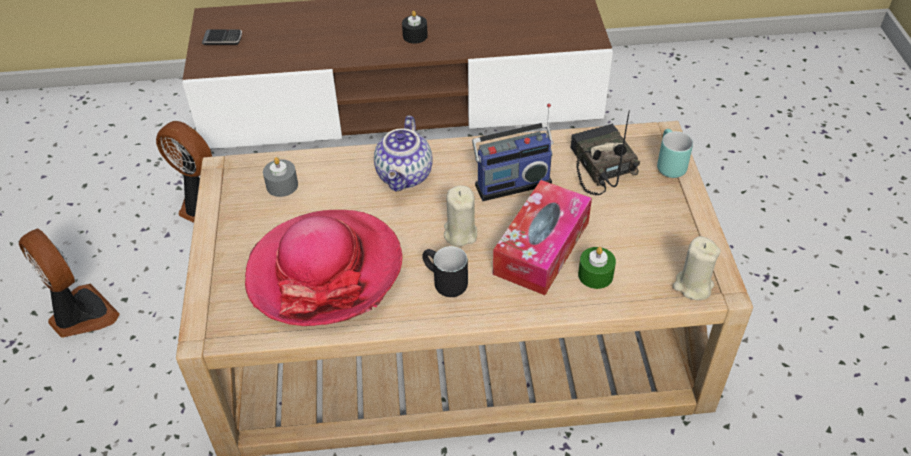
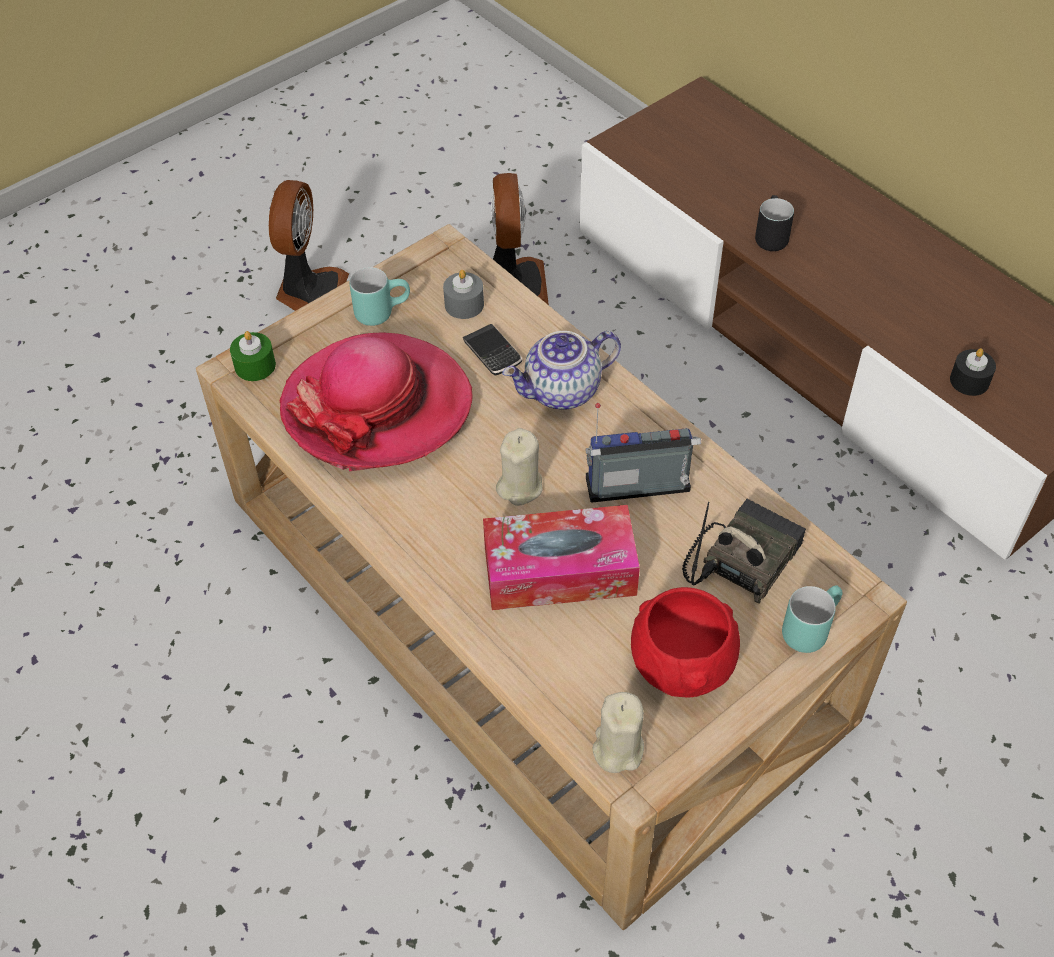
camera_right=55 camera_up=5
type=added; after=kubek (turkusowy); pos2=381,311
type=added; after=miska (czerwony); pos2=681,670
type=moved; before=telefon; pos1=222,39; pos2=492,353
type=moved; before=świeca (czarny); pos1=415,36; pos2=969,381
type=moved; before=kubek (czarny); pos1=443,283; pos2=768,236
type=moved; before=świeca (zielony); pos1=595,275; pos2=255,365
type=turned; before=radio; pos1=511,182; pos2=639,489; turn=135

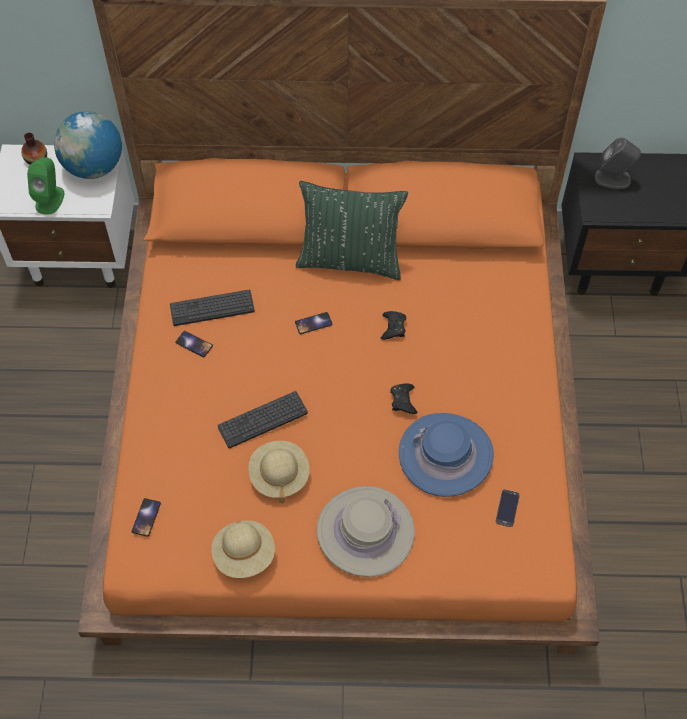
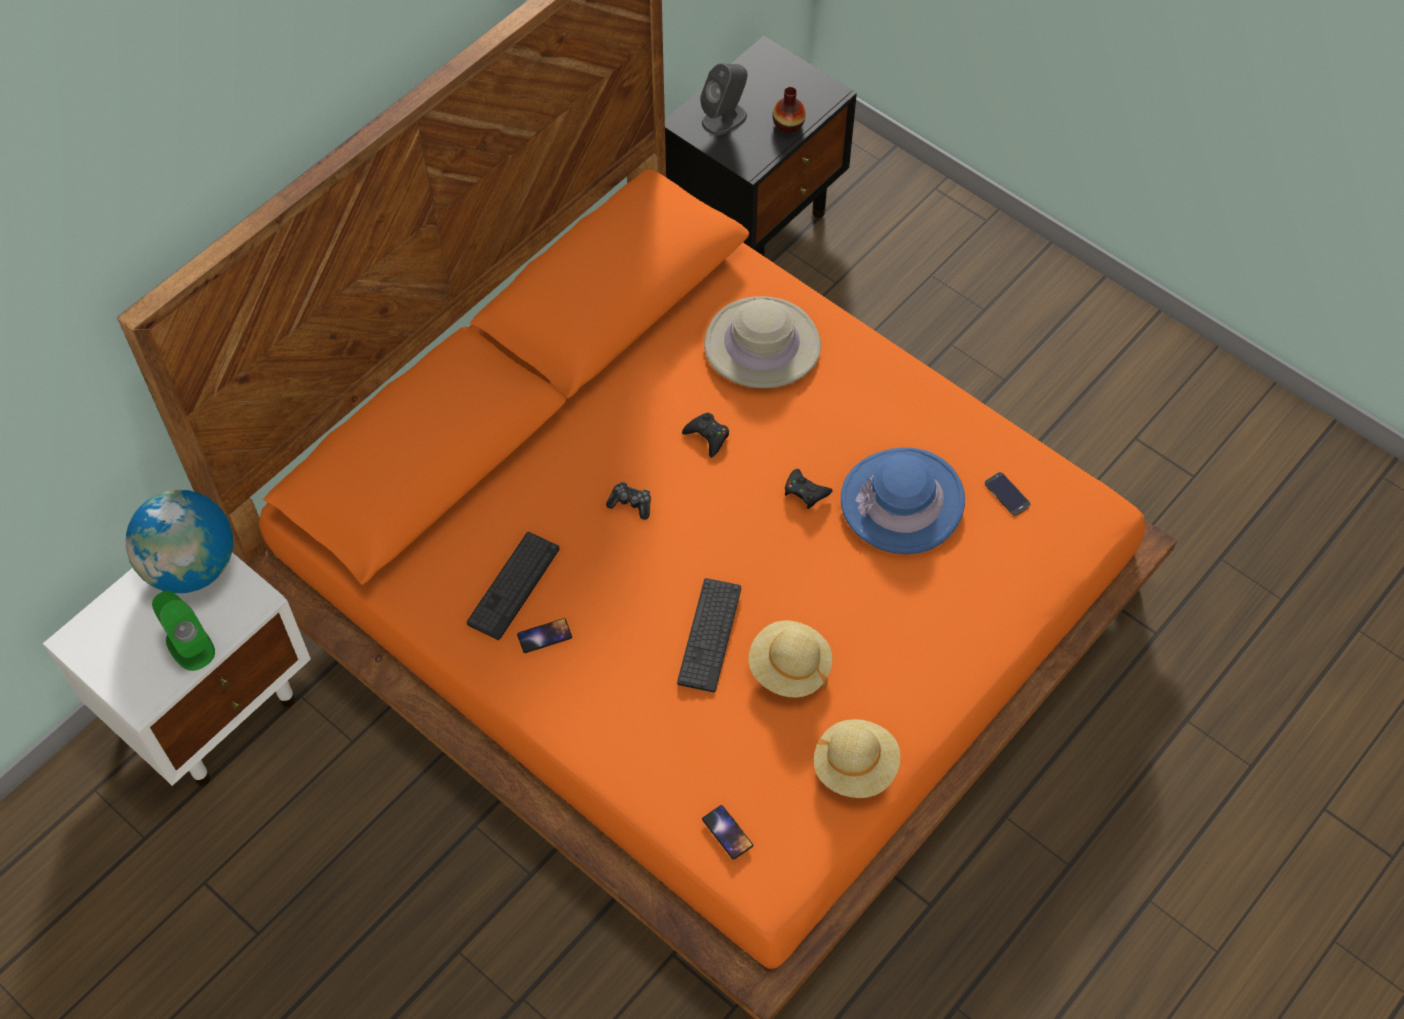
camera_right=-50 camera_up=0
type=removed; before=poduszka (zielony); pos1=350,260
type=moved; before=wazon; pos1=36,159; pos2=788,124
type=moved; before=kapelusz (beżowy); pos1=365,532; pos2=762,345
type=replaced; before=telefon; after=pad do gier; pos1=313,323; pos2=631,503

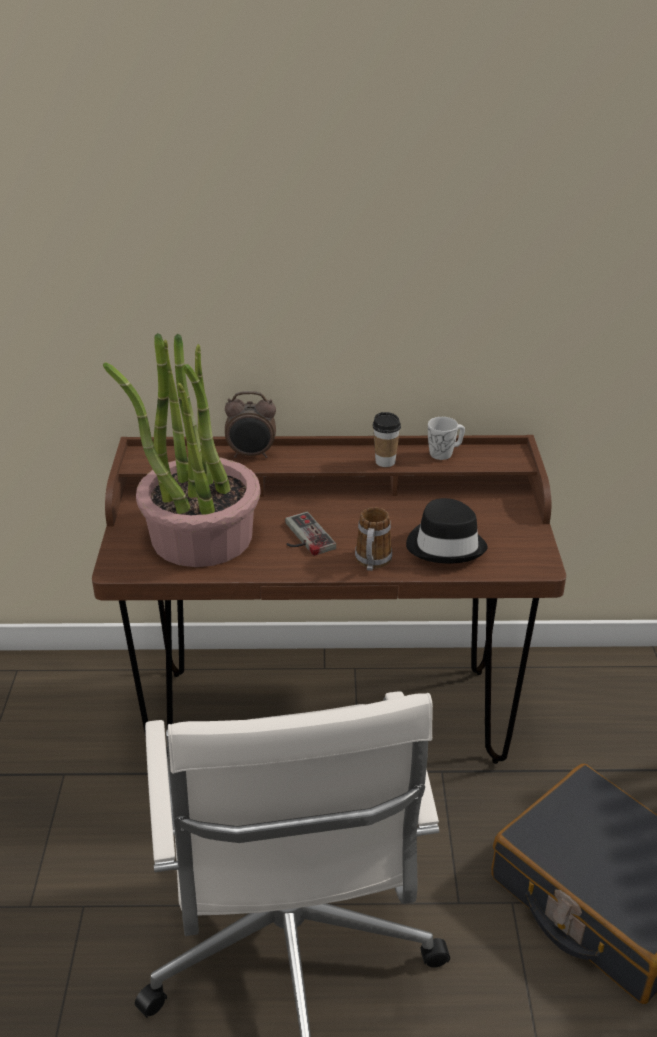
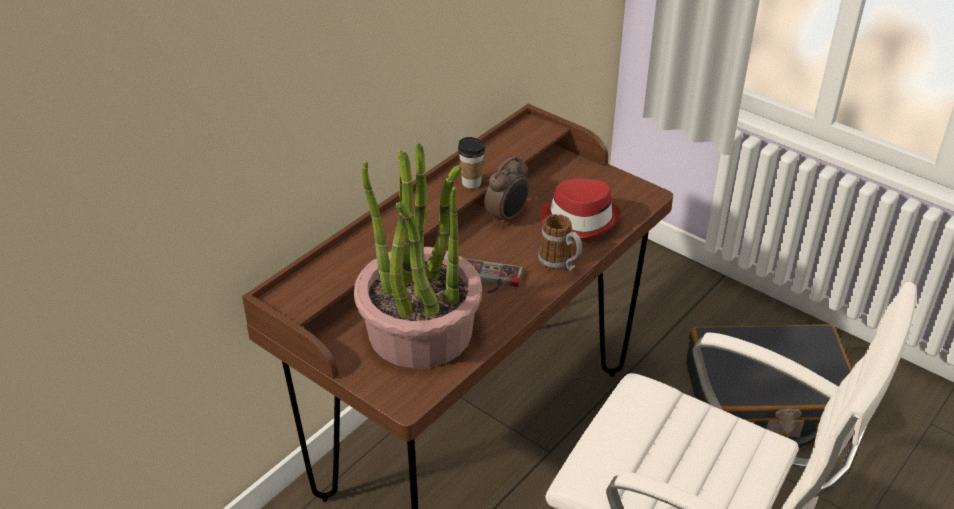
camera_right=-50 camera_up=5
type=removed; before=kubek (biały); pos1=445,453
type=moved; before=budzik; pos1=251,455; pos2=507,217
type=recoloured; before=kapelusz (czarny); after=kapelusz (czerwony); pos1=446,545; pos2=579,219

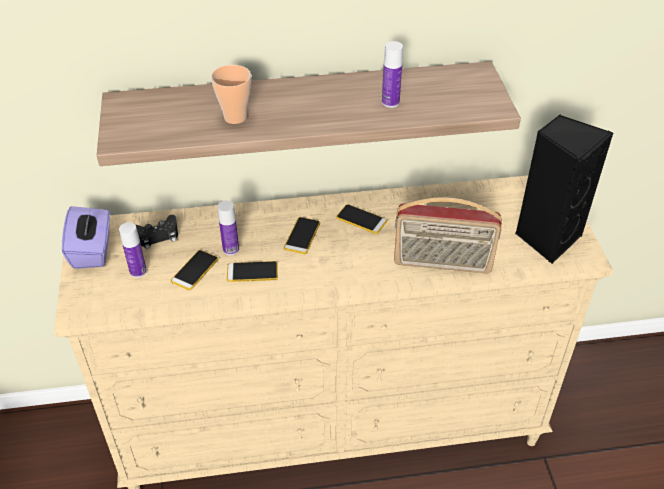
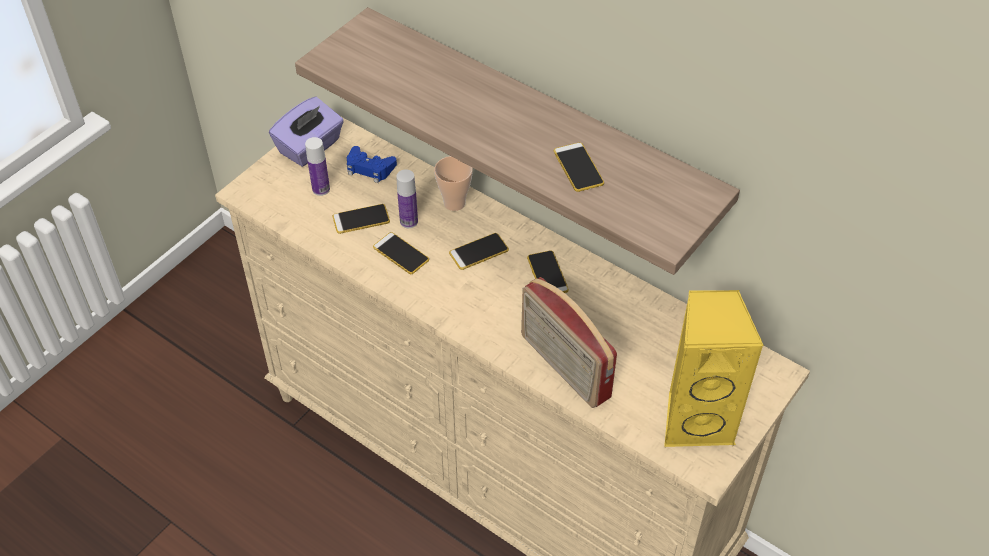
camera_right=45 camera_up=5
type=moved; before=filiżanka; pos1=235,117; pos2=454,203
type=replaced; before=butelka; after=telefon; pos1=390,102; pos2=578,167
type=recoloured; before=pad do gier (czarny); after=pad do gier (niebieski); pos1=157,235; pos2=369,168
type=recoloured; before=głośnik (czarny); after=głośnik (żółty); pos1=546,237; pos2=696,420

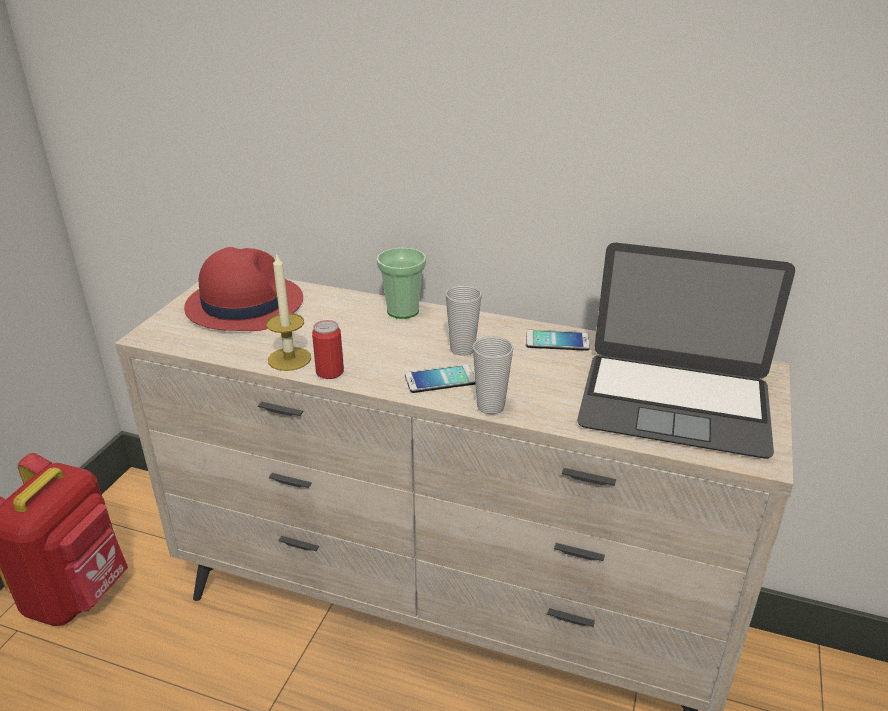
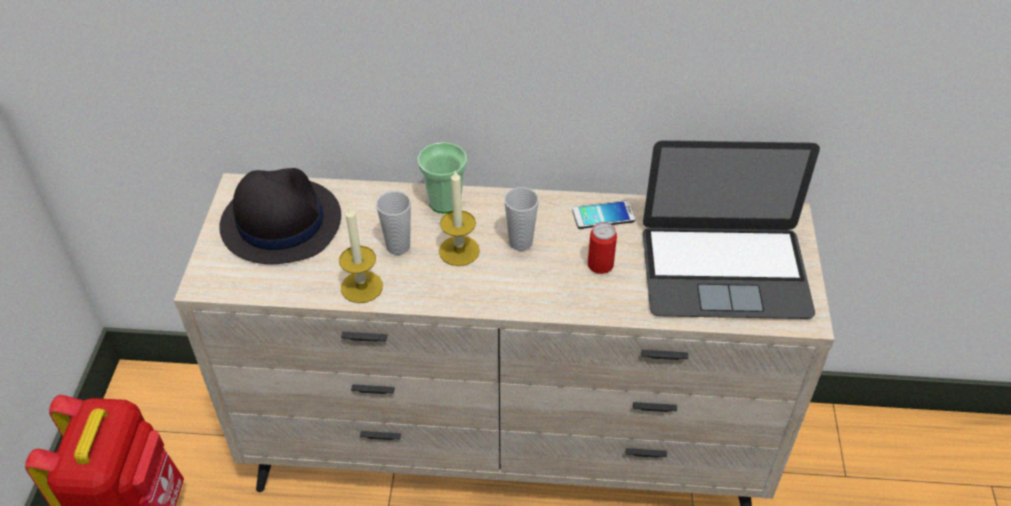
camera_right=-15 camera_up=15
type=removed; before=telefon; pos1=440,380
type=added; after=świeca; pos2=459,251
type=moved; before=puszka; pos1=330,372; pos2=600,265
type=moved; before=filiżanka; pos1=490,406; pos2=398,246
type=recoloured; before=kapelusz (czerwony); after=kapelusz (czarny); pos1=244,304; pos2=280,222

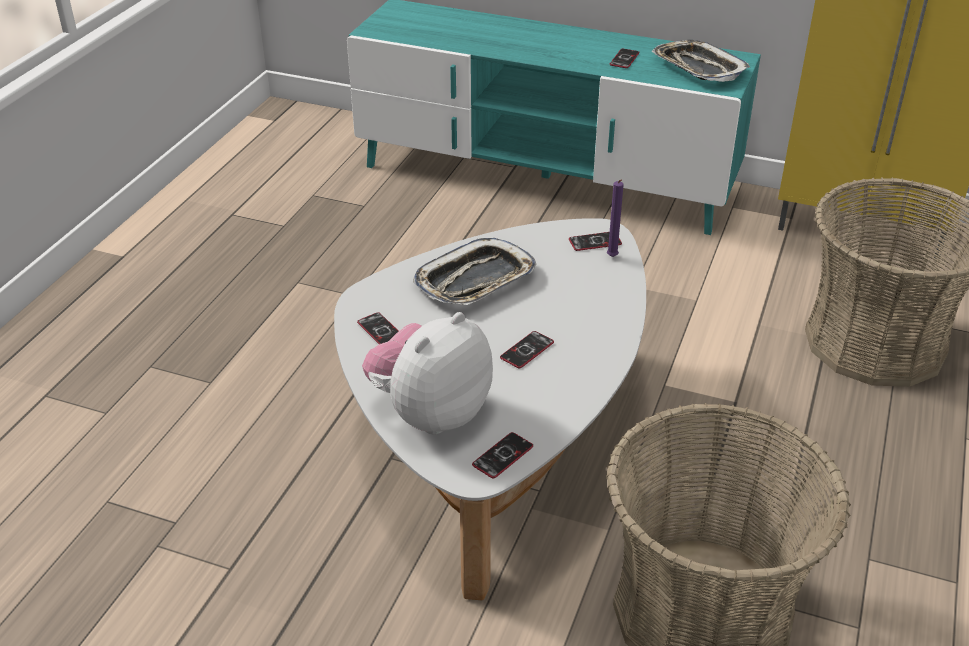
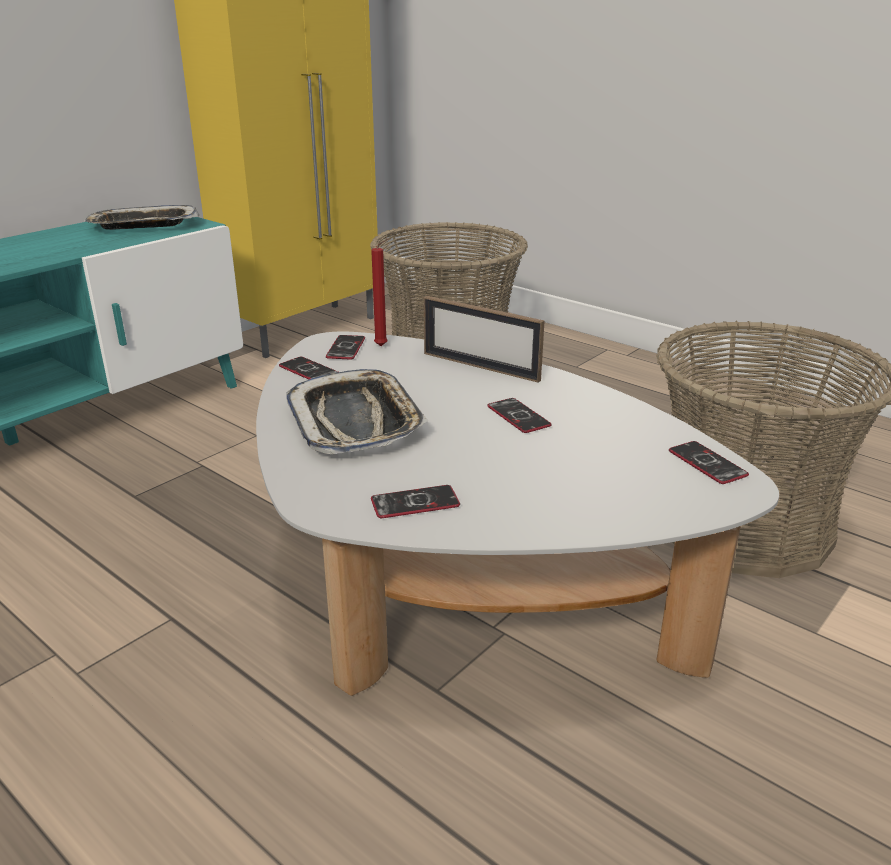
camera_right=-70 camera_up=-10
type=removed; before=pluszak; pos1=430,413
type=added; after=ramka na zdjęcie; pos2=480,366
type=moved; before=telefon; pos1=624,59; pos2=309,371
type=recoloured; before=świeca (fioletowy); after=świeca (czerwony); pos1=612,258; pos2=383,346

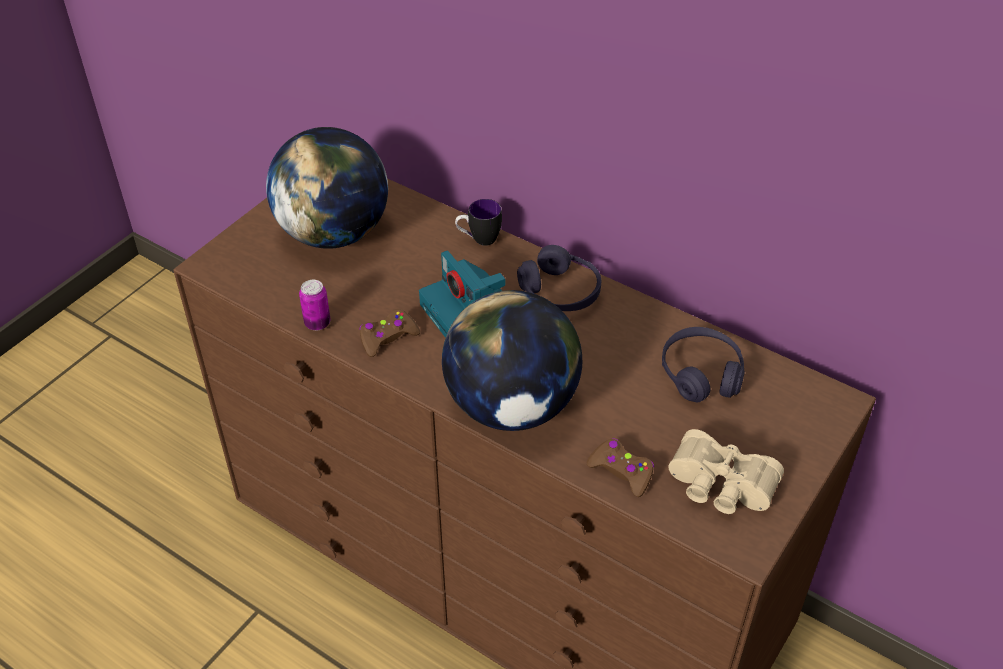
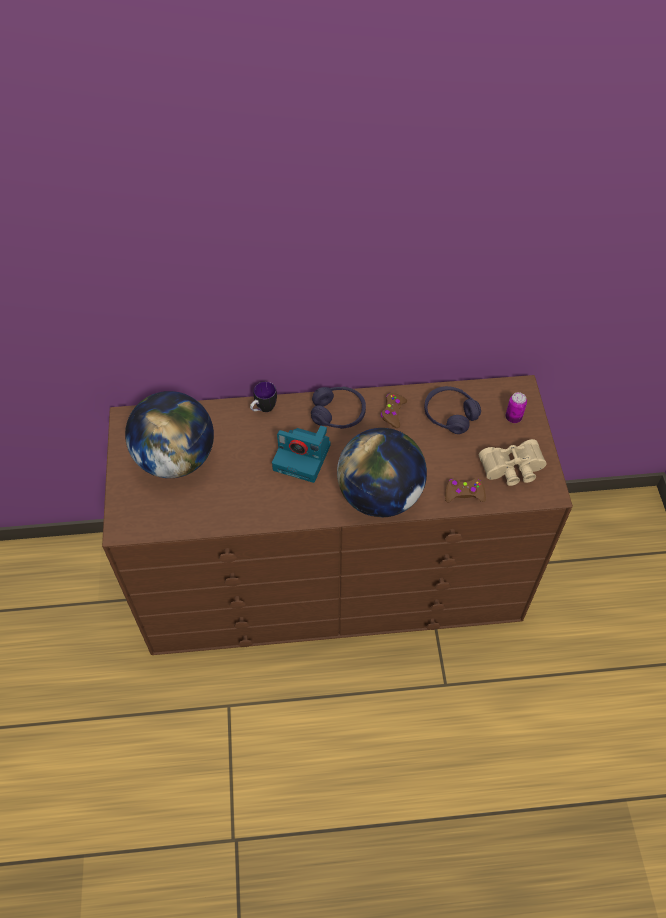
camera_right=-40 camera_up=10
type=moved; before=puszka; pos1=317,323; pos2=513,417
type=moved; before=pad do gier (brązowy); pos1=387,337; pos2=393,413

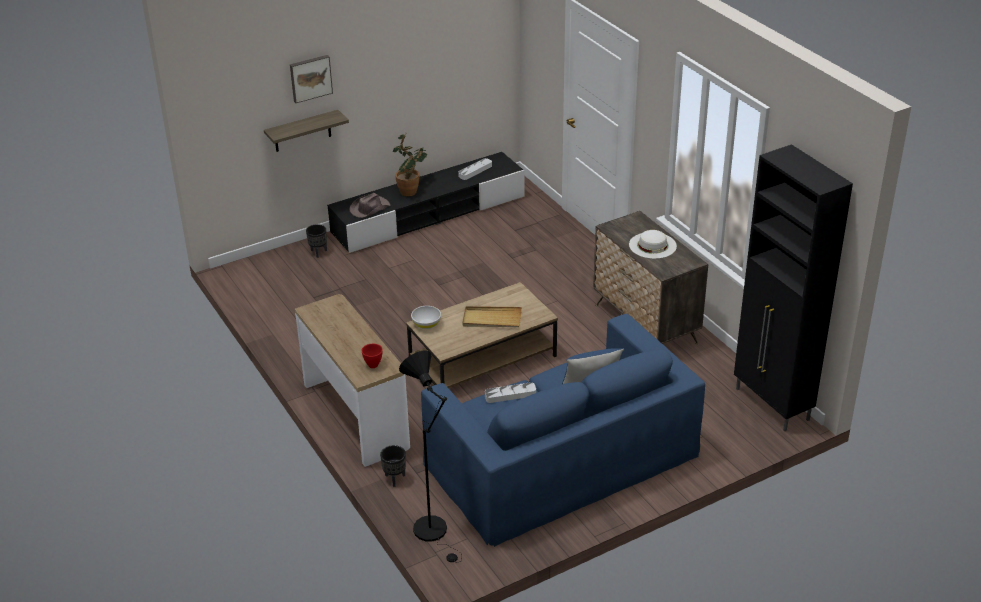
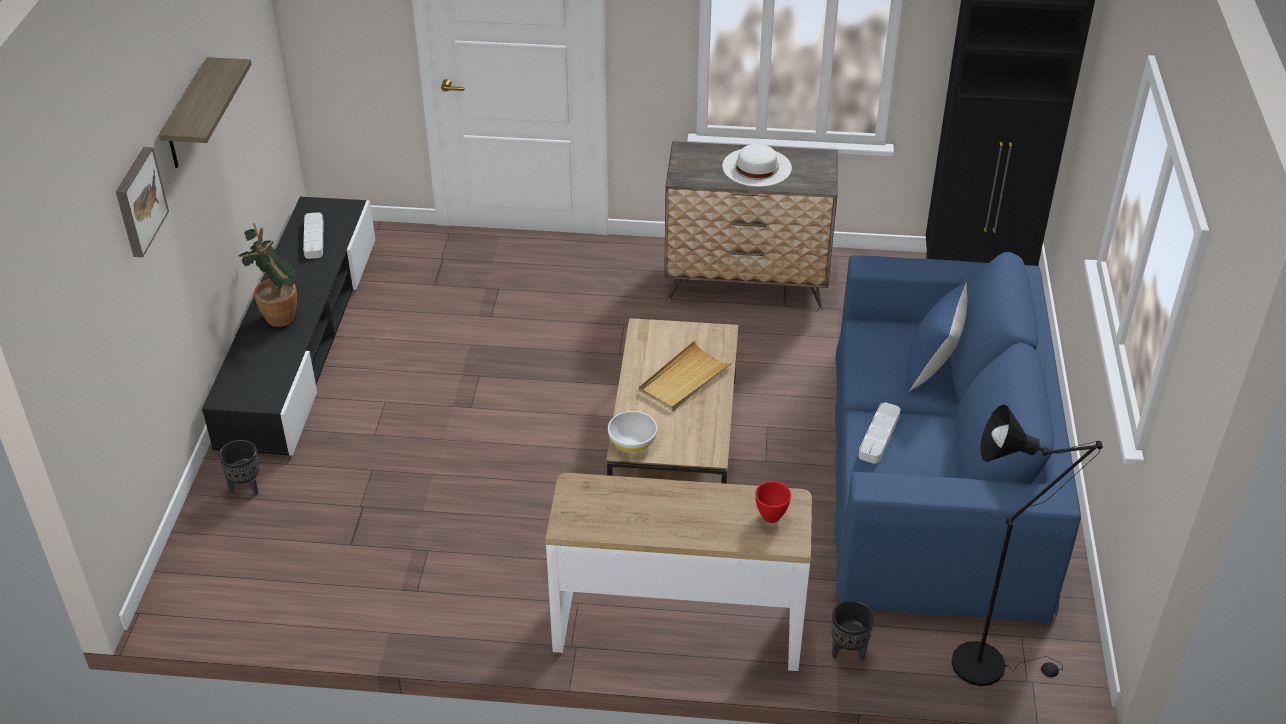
camera_right=-55 camera_up=5
type=removed; before=kapelusz (brązowy); pos1=369,208
type=moved; before=półka; pos1=302,131; pos2=188,116

